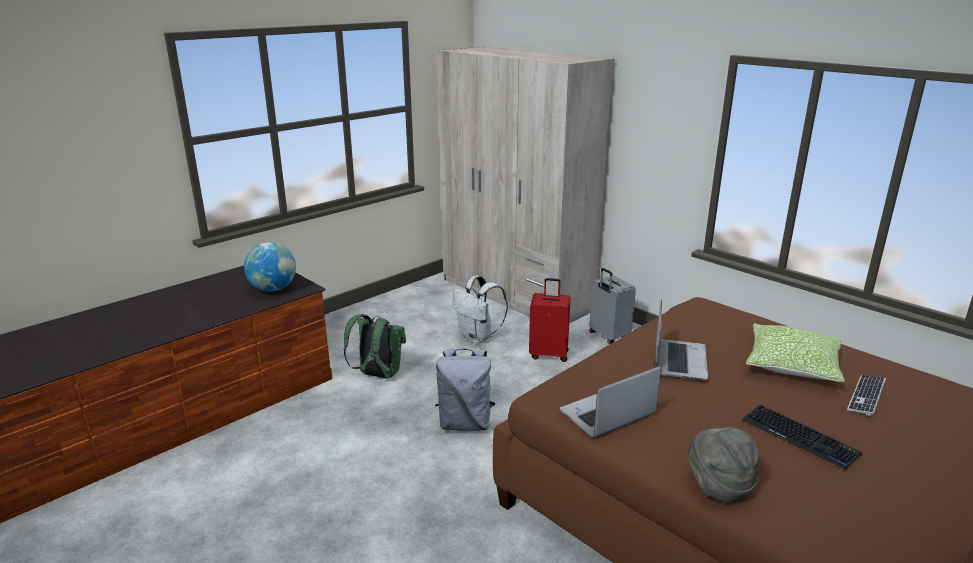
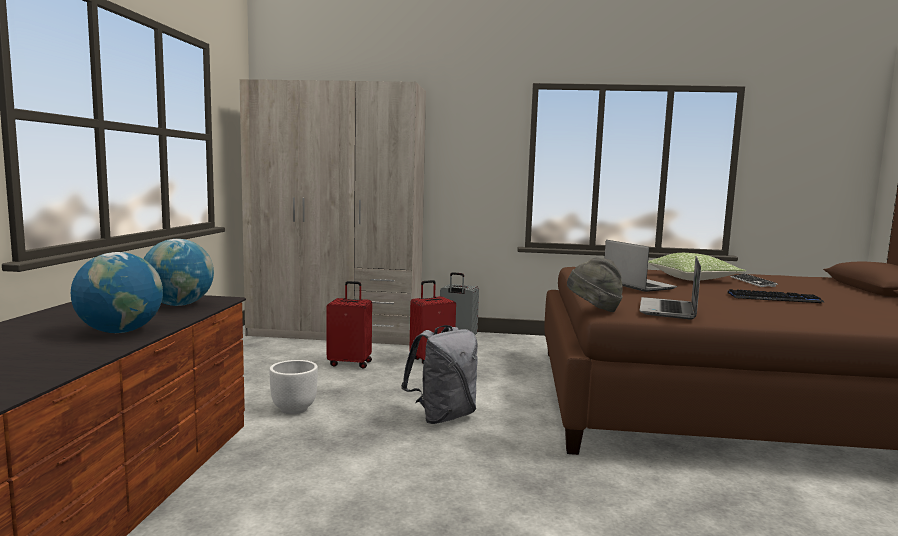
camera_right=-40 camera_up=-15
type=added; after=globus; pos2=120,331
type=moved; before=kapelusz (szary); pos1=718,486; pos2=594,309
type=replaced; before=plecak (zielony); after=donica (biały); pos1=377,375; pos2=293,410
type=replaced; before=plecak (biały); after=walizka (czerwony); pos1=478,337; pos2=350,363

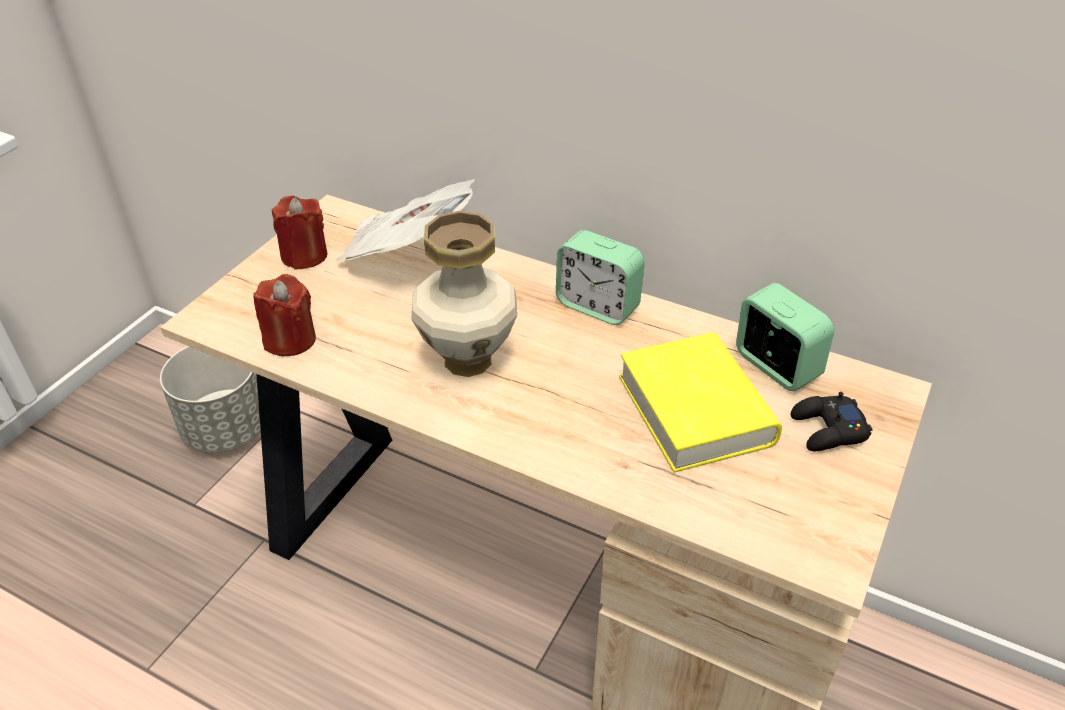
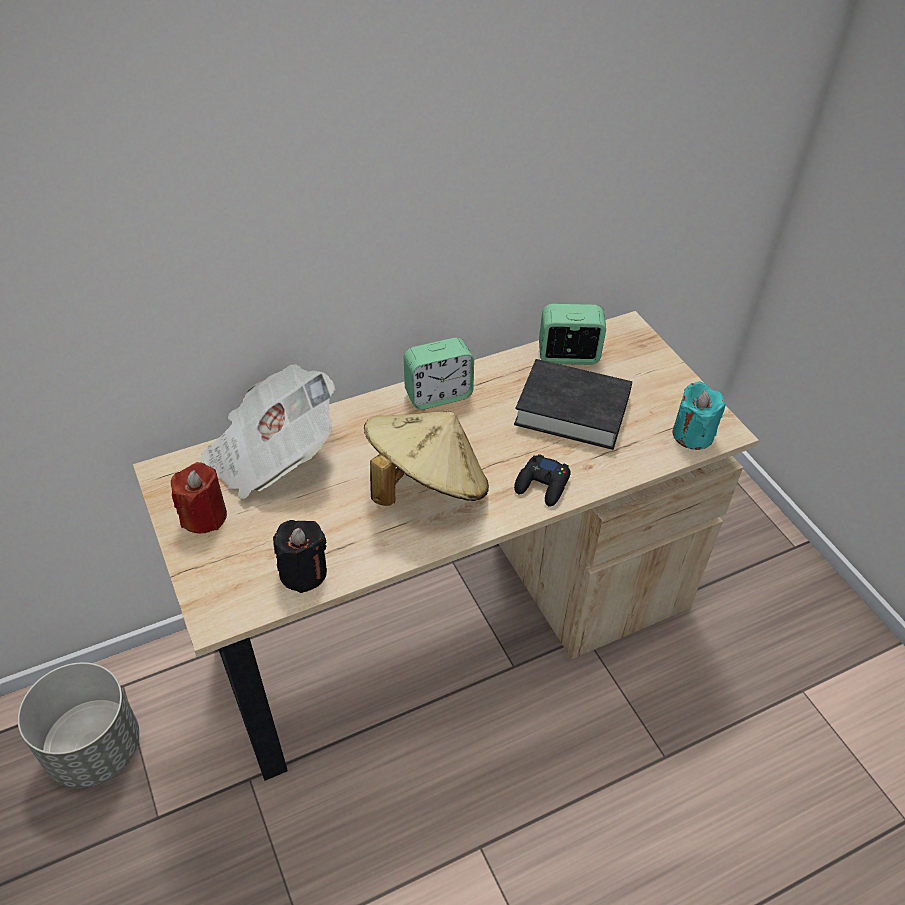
camera_right=-55 camera_up=5
type=added; after=świeca (turkusowy); pos2=692,435
type=moved; before=pad do gier (czarny); pos1=828,430; pos2=542,485
type=replaced; before=wazon; after=kapelusz (beżowy); pos1=467,359; pos2=426,486
type=recoloured; before=świeca (czerwony); after=świeca (czarny); pos1=290,340; pos2=303,572
type=recoloured; before=książka (żółty); after=książka (czarny); pos1=695,410; pos2=572,410

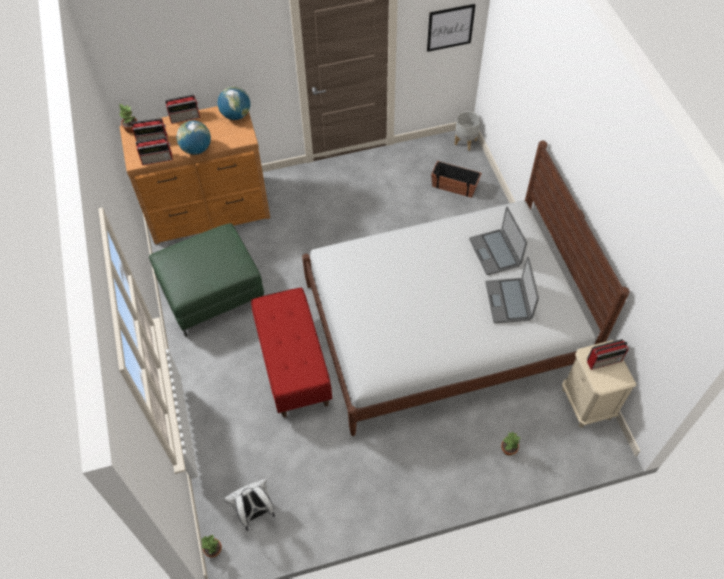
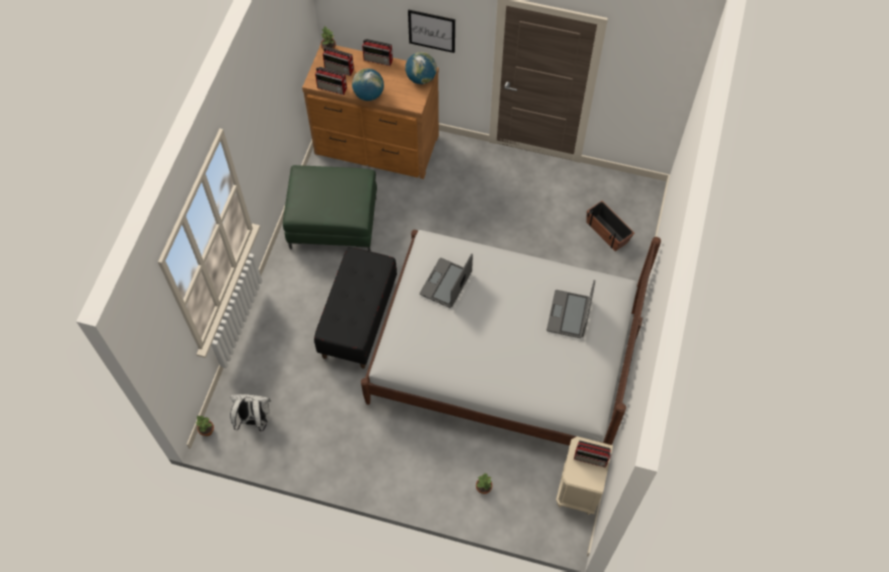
camera_right=30 camera_up=5
type=removed; before=donica (szary); pos1=465,142
type=moved; before=obraz; pos1=450,27; pos2=432,31
type=moved; before=laptop; pos1=509,301; pos2=446,283
type=recoloured; before=ławka (czerwony); after=ławka (czarny); pos1=294,365; pos2=359,320

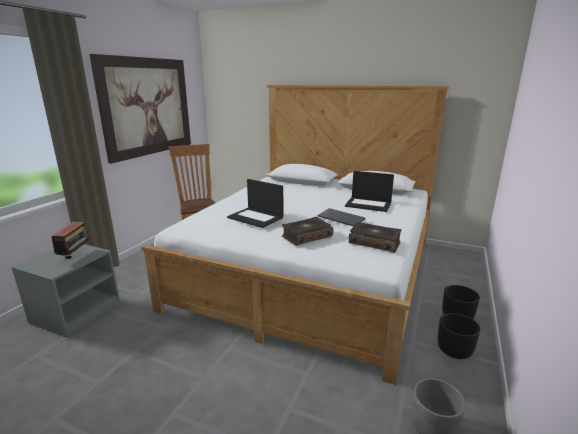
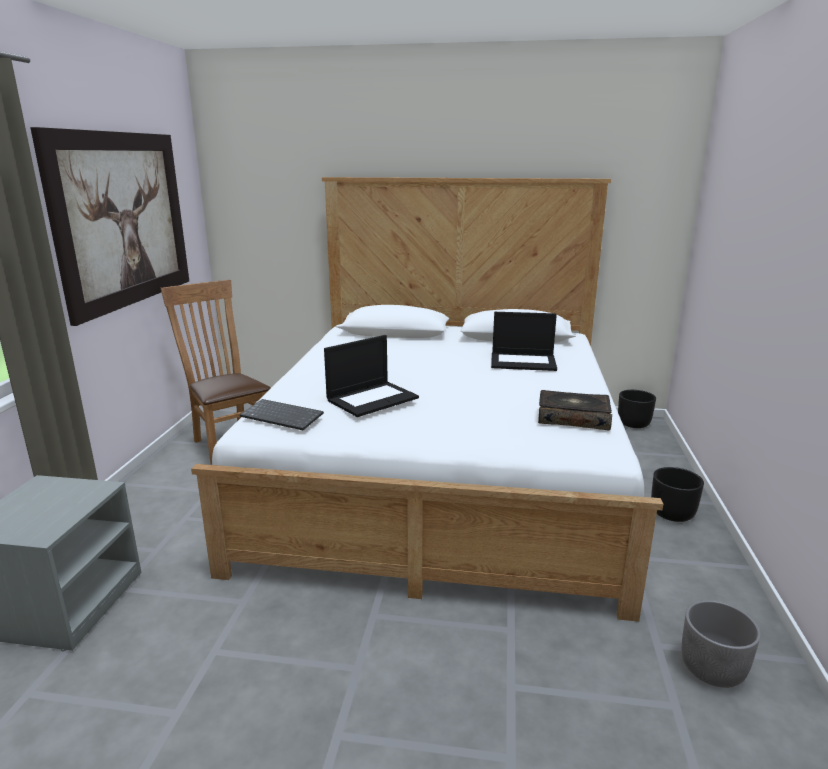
camera_right=-15 camera_up=0
type=removed; before=radio; pos1=76,256
type=removed; before=książka; pos1=306,236
type=moved; before=klawiatura; pos1=342,218; pos2=283,416
type=moved; before=donica (czarny); pos1=454,350; pos2=634,423
type=turned; before=laptop; pos1=256,217; pos2=372,398; turn=-60

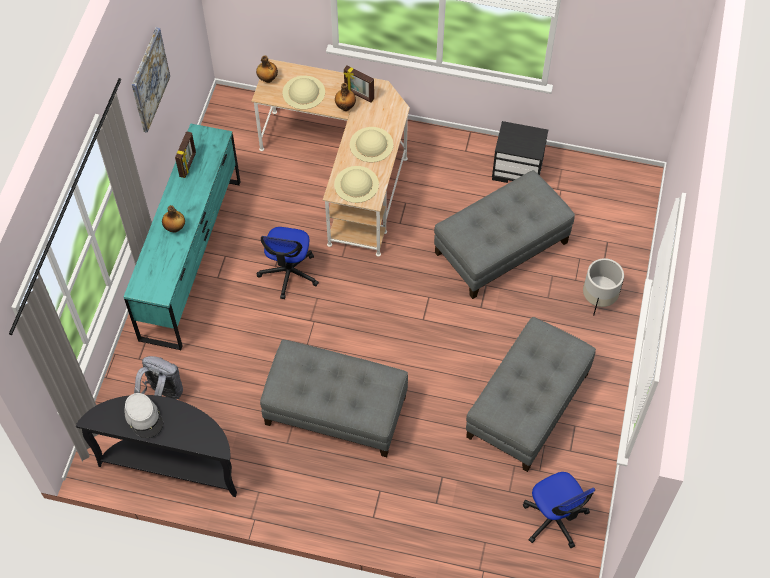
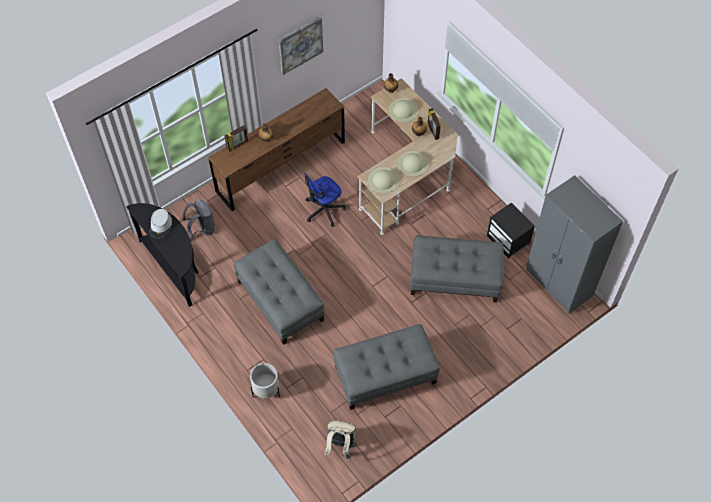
camera_right=40 camera_up=0
type=added; after=szafa (szary); pos2=559,284
type=moved; before=ramka na zdjęcie; pos1=188,165; pos2=237,145
type=moved; before=donica (biały); pos1=599,298; pos2=266,390
type=replaced; before=krzesło biurowe; after=plecak (beżowy); pos1=554,519; pos2=340,446
type=recoloured; before=komoda (turkusowy); after=komoda (brązowy); pos1=191,259; pos2=281,167

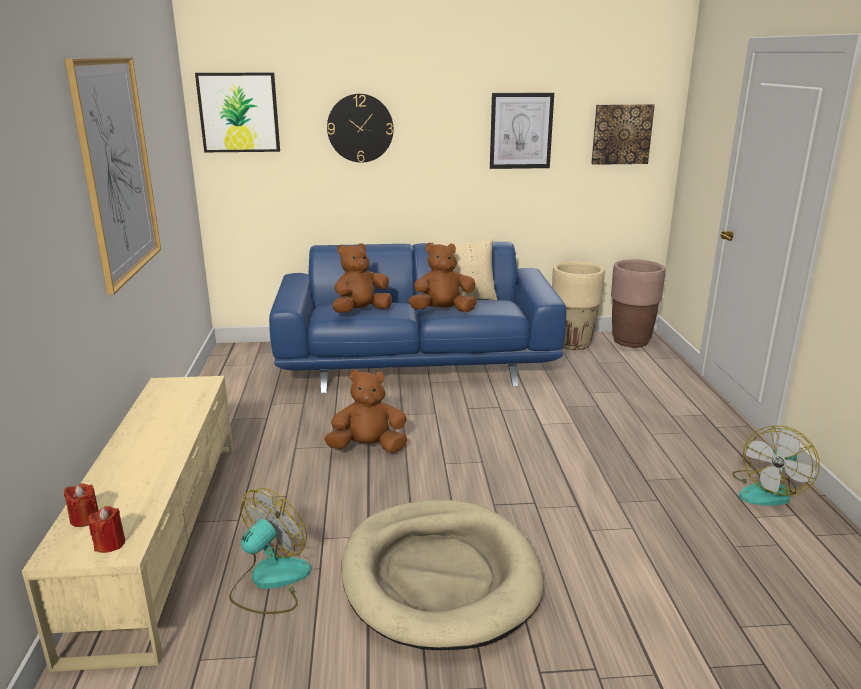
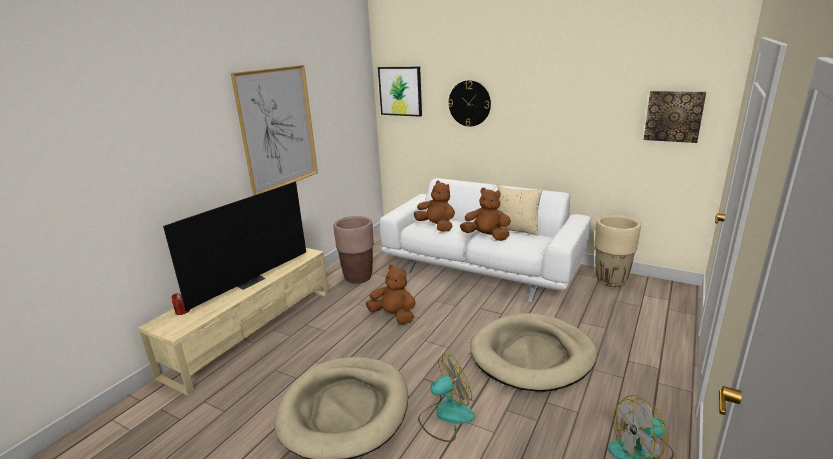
camera_right=35 camera_up=0
type=removed; before=świeca (czerwony); pos1=110,544
type=removed; before=obraz; pos1=521,131
type=added; after=telewizor; pos2=249,281
type=added; after=legowisko (beżowy); pos2=532,355
type=moved; before=wentylator; pos1=270,581; pos2=446,416
type=moved; before=donica (brązowy); pos1=630,341; pos2=358,277
type=recoloured; before=kanapa (niebieski); after=kanapa (biały); pos1=417,362; pos2=483,268
type=turned; before=pluszak (brązowy); pos1=361,311; pos2=436,227; turn=45

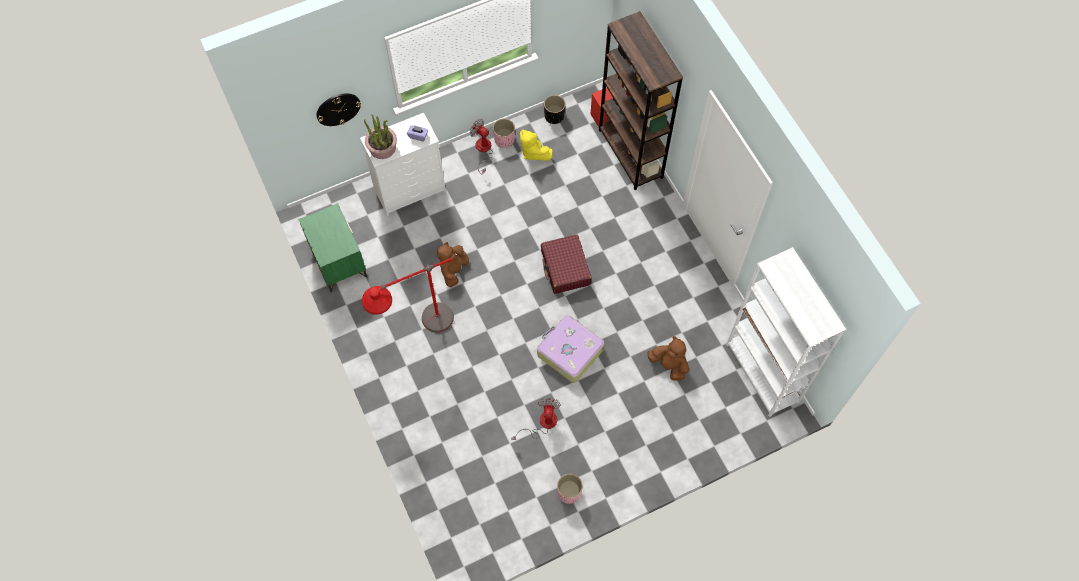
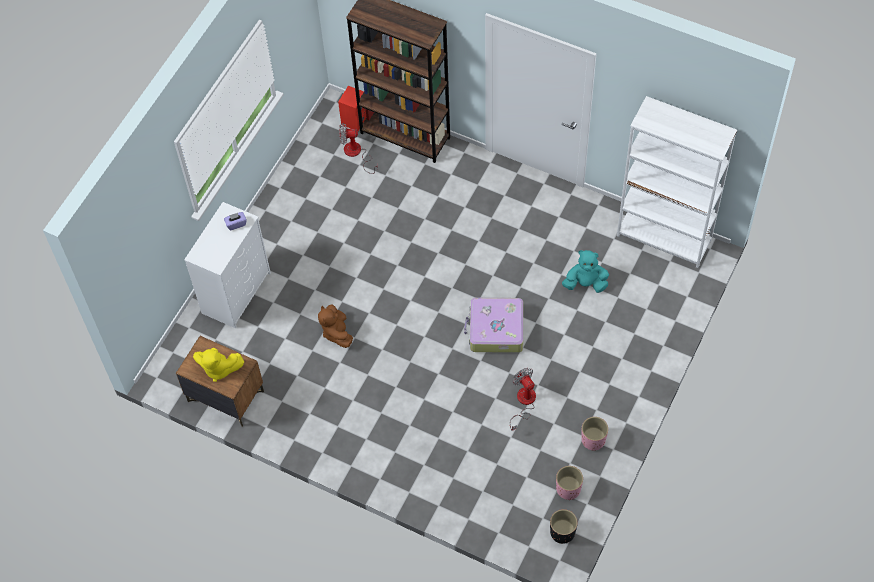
camera_right=-35 camera_up=-5
type=removed; before=zegar ścienny; pos1=338,109
type=removed; before=lampa stojąca (czerwony); pos1=420,331
type=removed; before=roślina doniczkowa; pos1=382,148
type=removed; before=walizka (czerwony); pos1=565,268
type=moved; before=wentylator; pos1=483,150; pos2=356,154
type=moved; before=donica (różowy); pos1=504,139; pos2=568,489
type=moved; before=pluszak (żółty); pos1=533,152; pos2=218,369
type=moved; before=donica (czarny); pos1=554,116; pos2=562,532
type=recoloured; before=szafka nocna (zielony); after=szafka nocna (brązowy); pos1=338,261; pos2=225,396
type=recoloured; before=pluszak (brązowy); after=pluszak (turkusowy); pos1=669,365; pos2=585,283

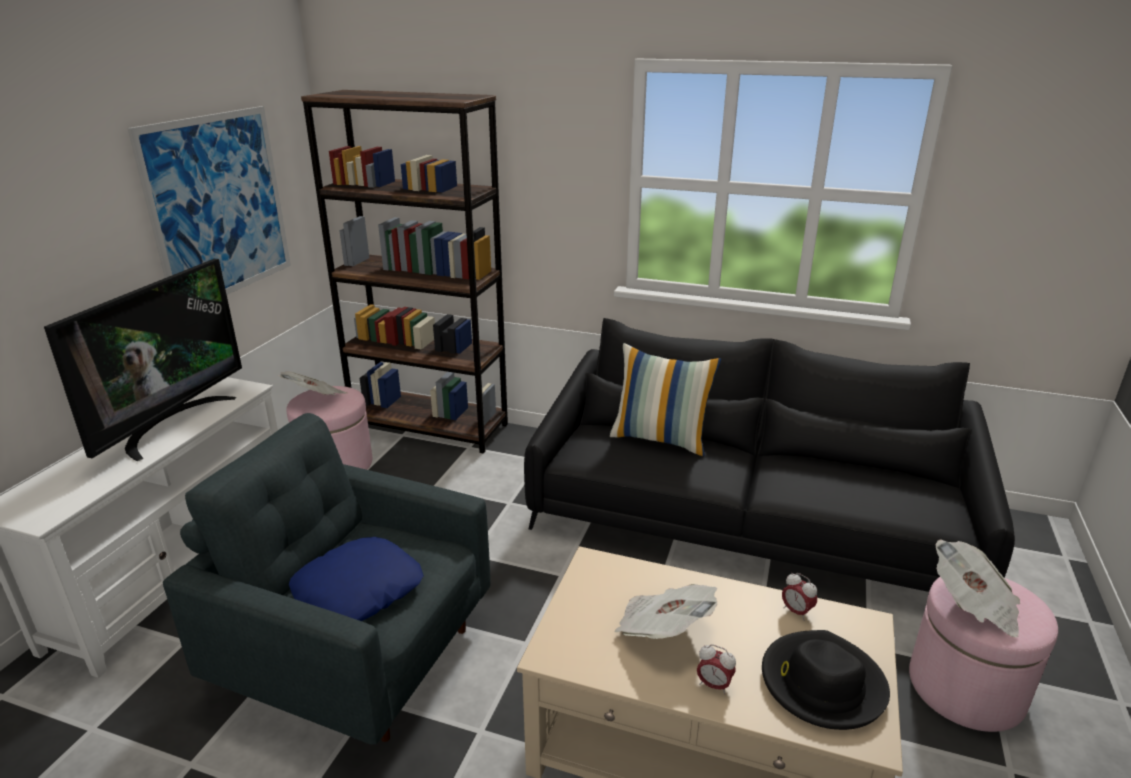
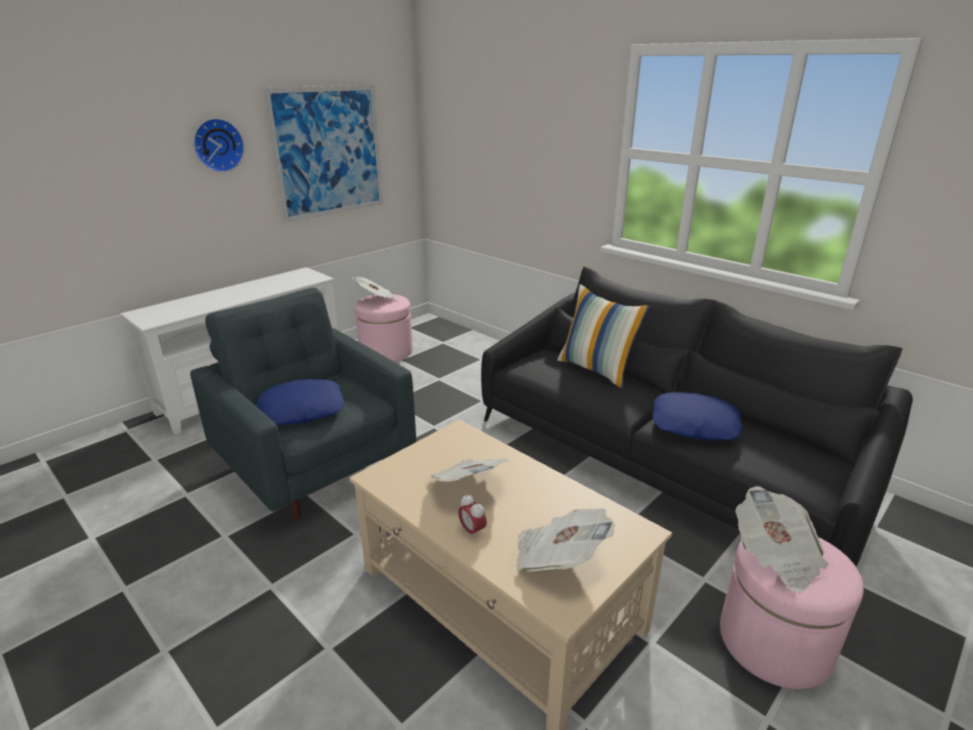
camera_right=25 camera_up=0
type=removed; before=telewizor; pos1=170,424
type=removed; before=regał (brązowy); pos1=430,426
type=removed; before=budzik; pos1=796,612
type=added; after=zegar ścienny; pos2=217,145
type=added; after=poduszka (niebieski); pos2=694,425
type=replaced; before=kapelusz (czarny); after=gazeta; pos1=821,683; pos2=558,558

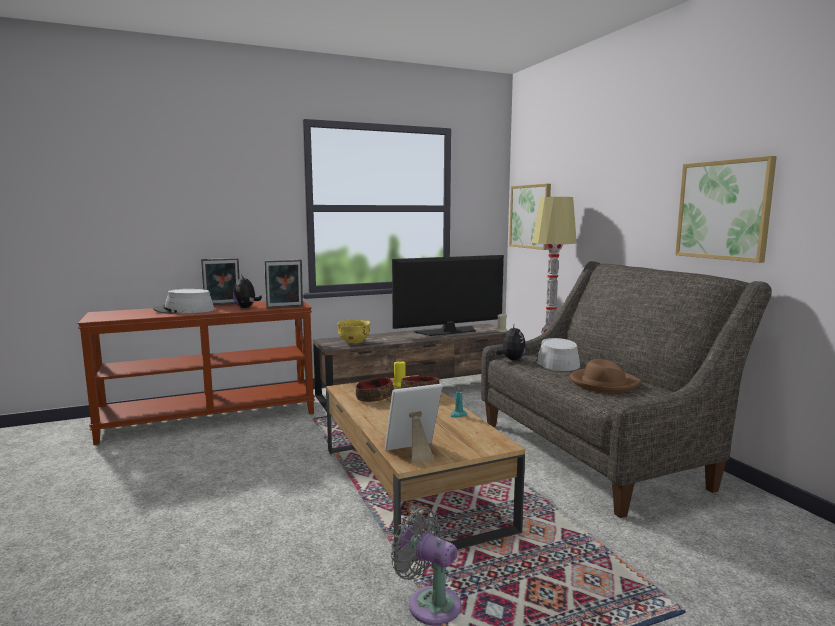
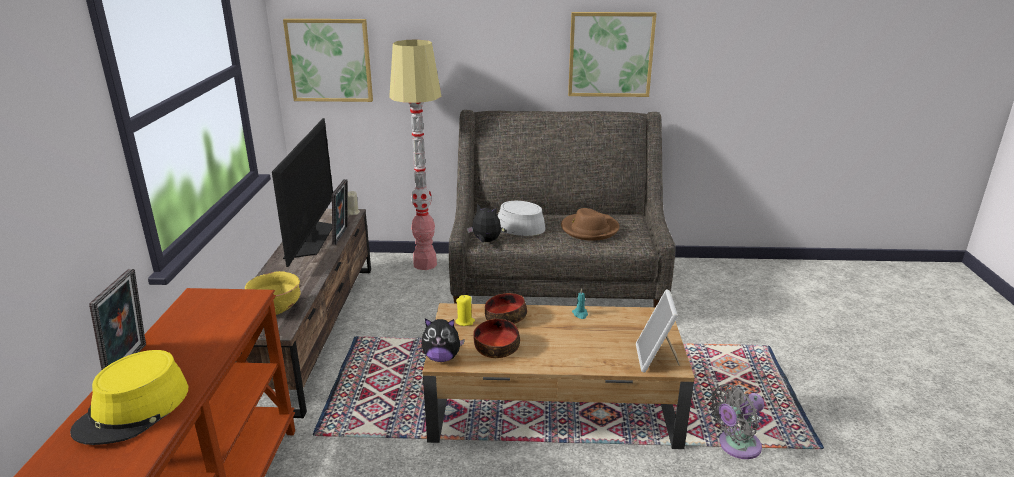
camera_right=-65 camera_up=15
type=moved; before=pluszak; pos1=246,307; pos2=442,358
type=moved; before=ramka na zdjęcie; pos1=285,307; pos2=342,236
type=recoloured; before=kapelusz (szary); after=kapelusz (żółty); pos1=184,310; pos2=133,410

